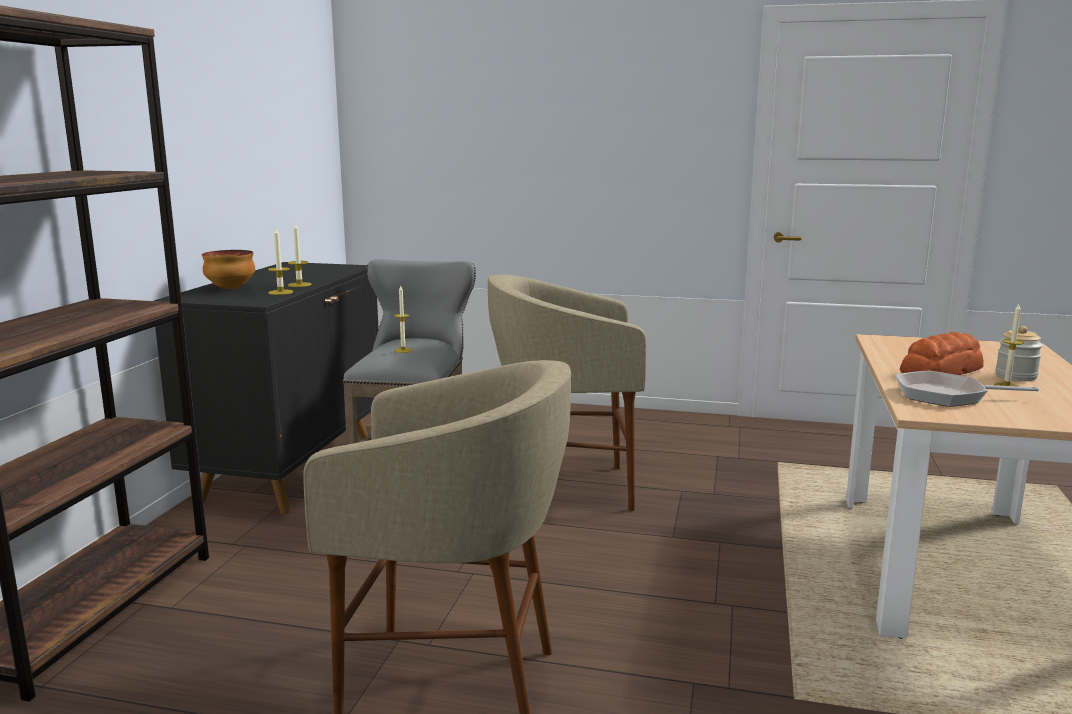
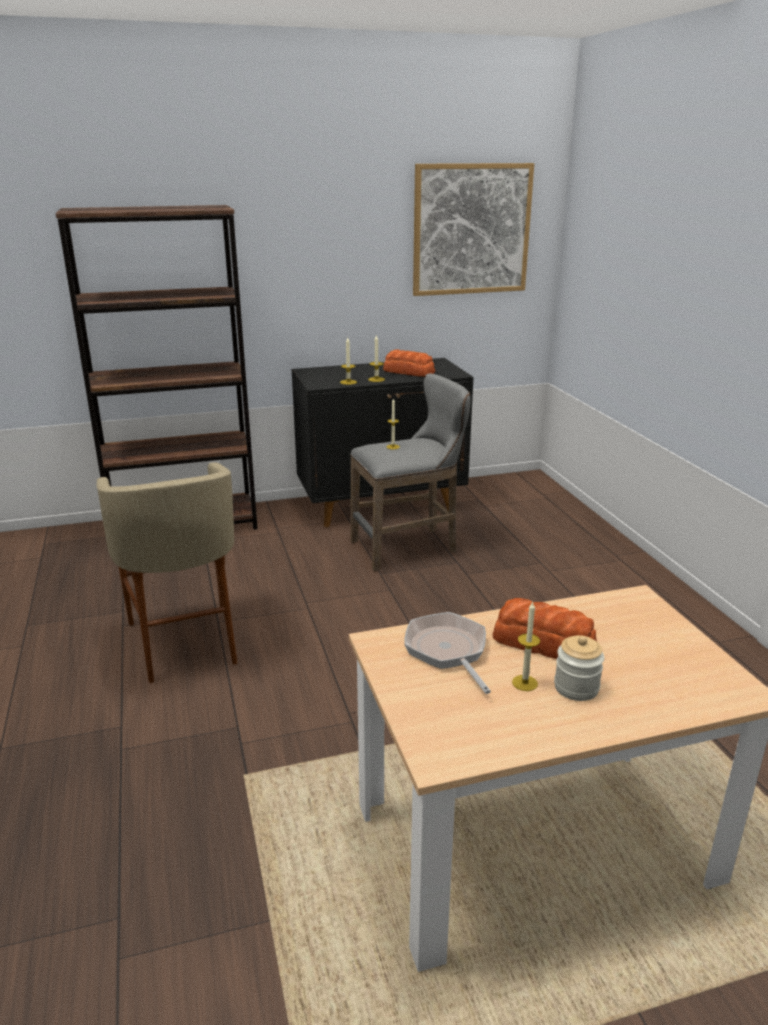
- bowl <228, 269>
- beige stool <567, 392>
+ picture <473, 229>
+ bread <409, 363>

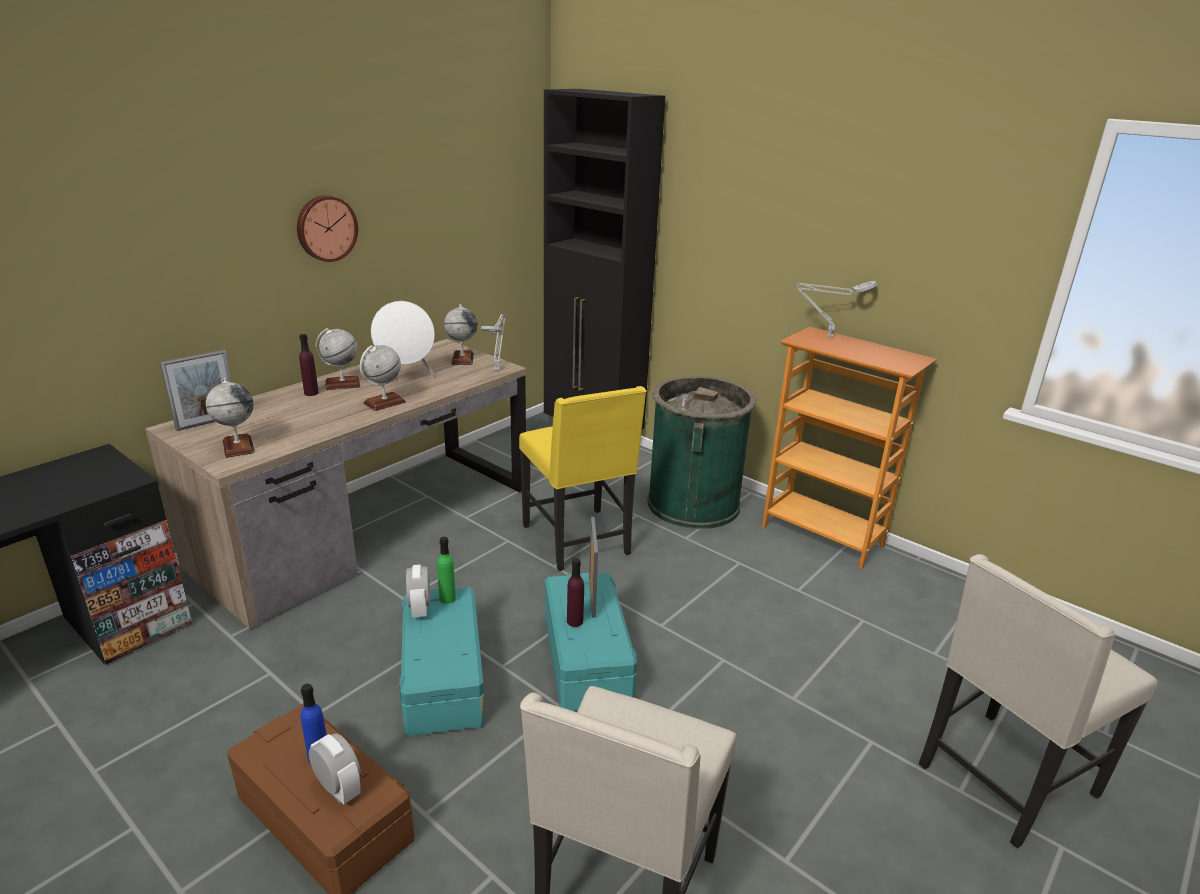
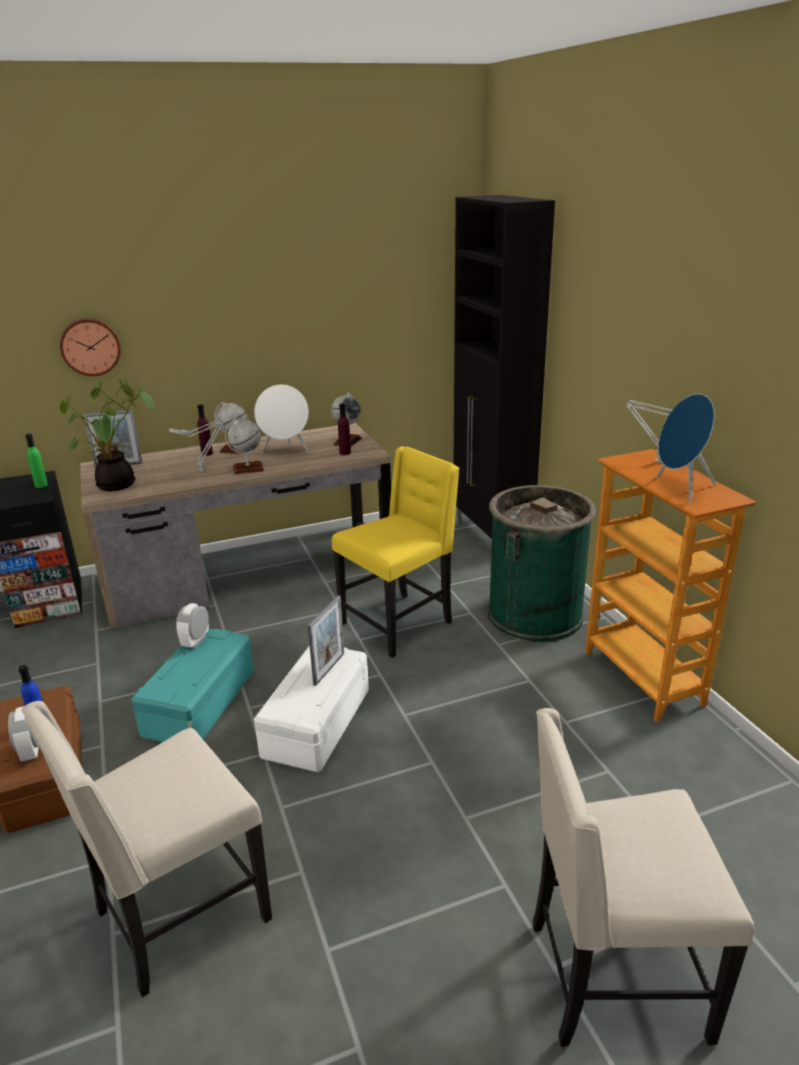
~ wall clock <327, 228> to <90, 347>
~ grey table lamp <493, 342> to <196, 445>
~ globe <230, 418> to potted plant <107, 435>
~ yellow chair <583, 478> = <396, 552> 135 degrees counterclockwise
~ green bottle <446, 570> to <36, 461>
~ purple bottle <575, 592> to <344, 429>
~ turquoise storage box <591, 642> to white storage box <311, 708>
+ blue speaker <686, 448>

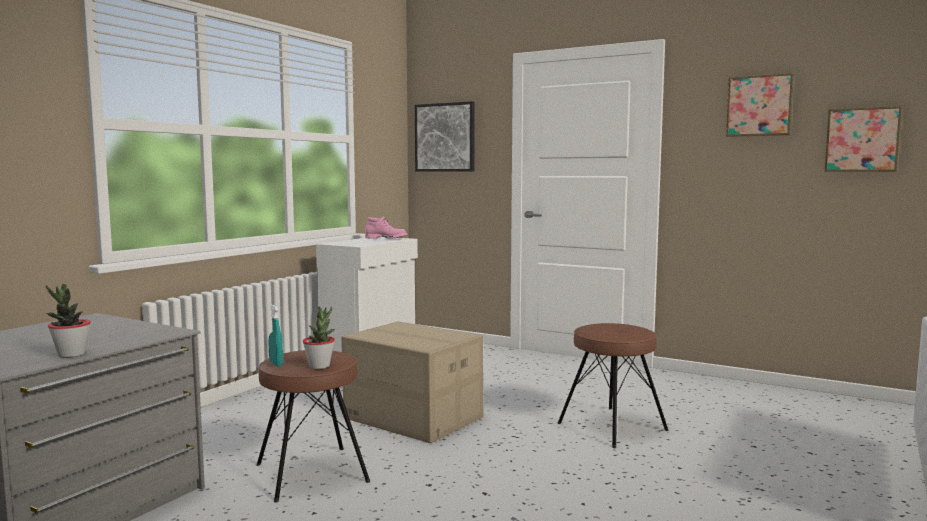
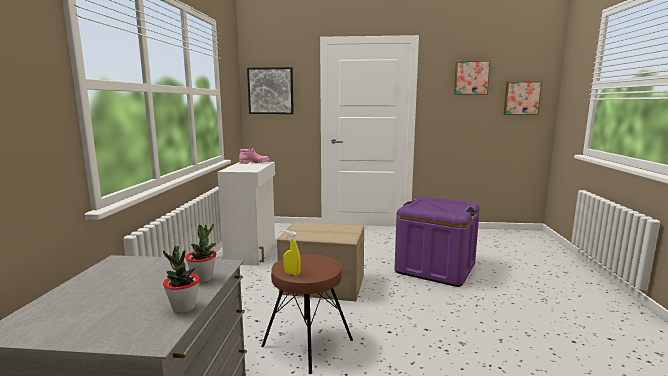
~ turquoise spray bottle <275, 335> to yellow spray bottle <292, 253>
~ potted plant <319, 338> to <200, 253>
~ brown stool <613, 385> to purple storage box <437, 241>

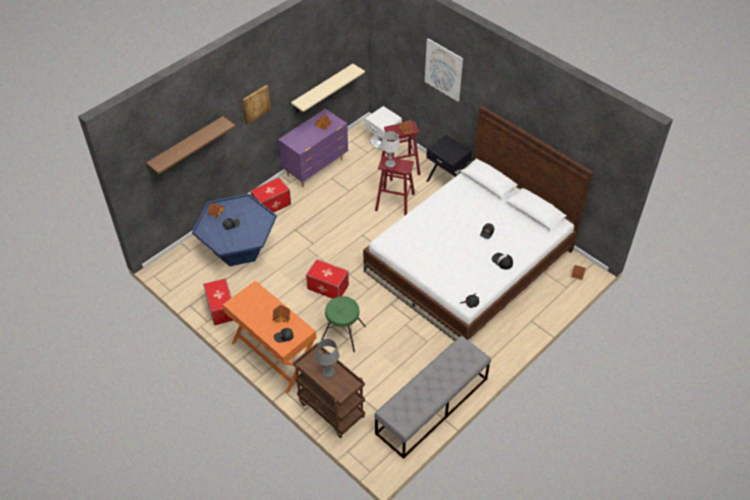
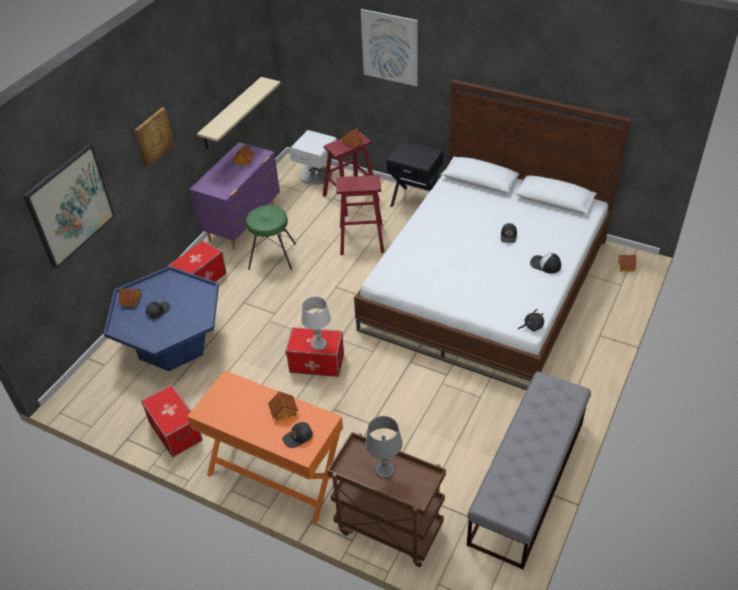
~ brown shelf <190, 145> to picture <69, 206>
~ grey table lamp <390, 149> to <316, 323>
~ green stool <343, 324> to <271, 237>

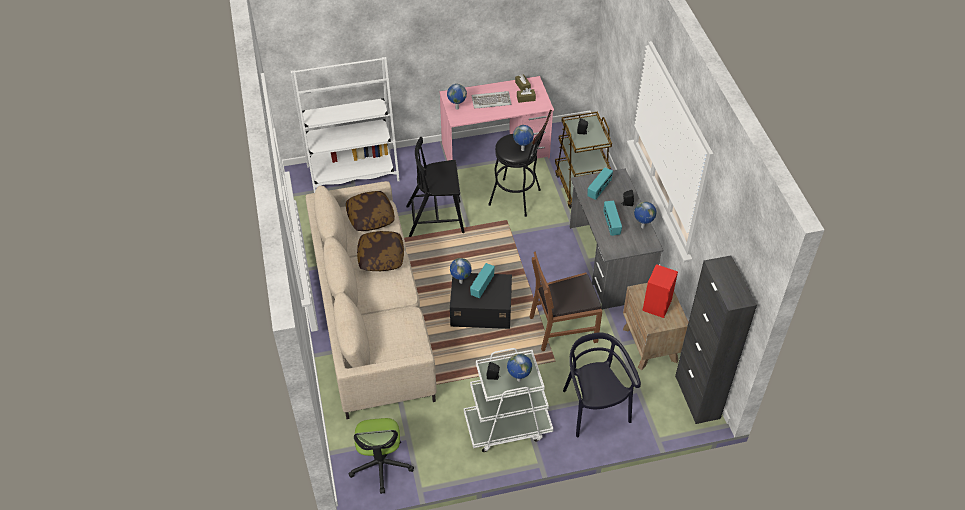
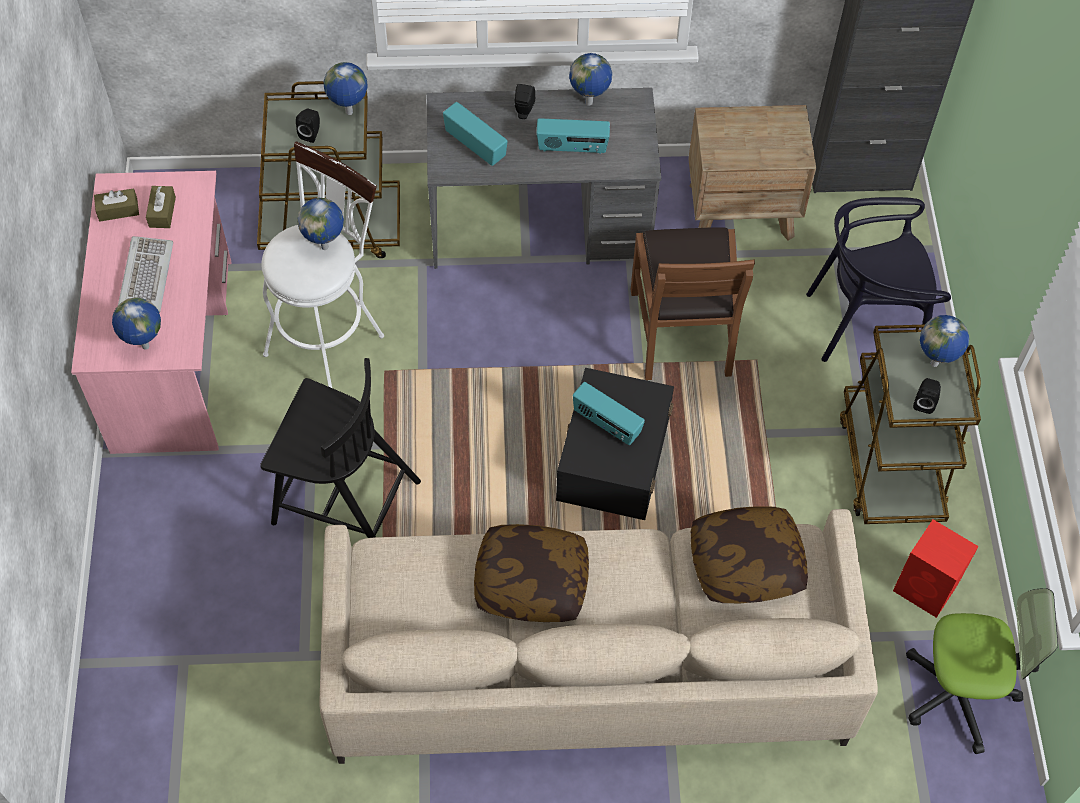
- white bookcase <345, 125>
~ black stool <520, 163> to white stool <322, 264>
~ black chair <435, 187> = <340, 448> 75 degrees counterclockwise
~ pillow <370, 211> to <749, 554>
~ globe <461, 271> to <345, 88>
~ red speaker <660, 291> to <936, 568>
~ white cart <508, 400> to brown cart <910, 424>

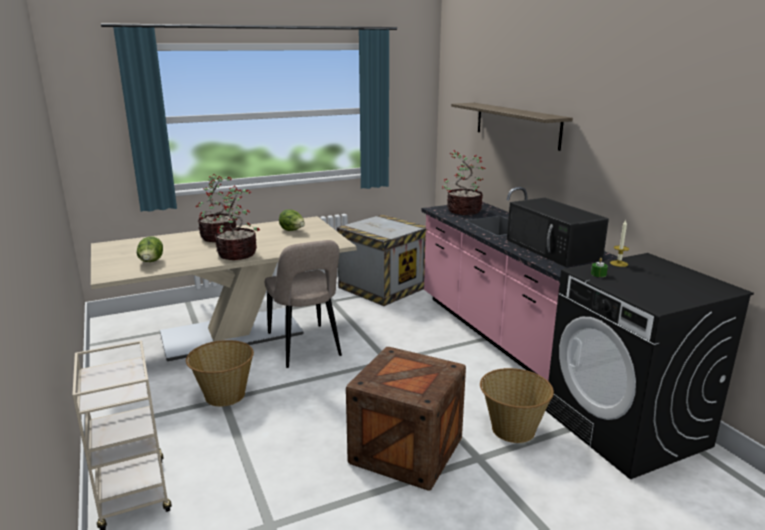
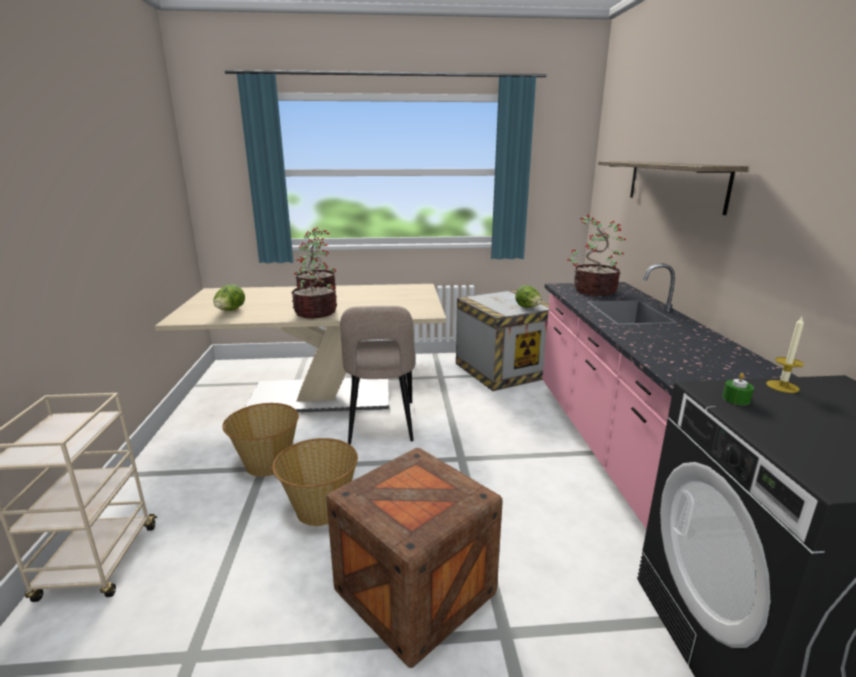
- black microwave <558, 232>
~ lettuce <292, 220> to <528, 296>
~ basket <517, 405> to <315, 482>

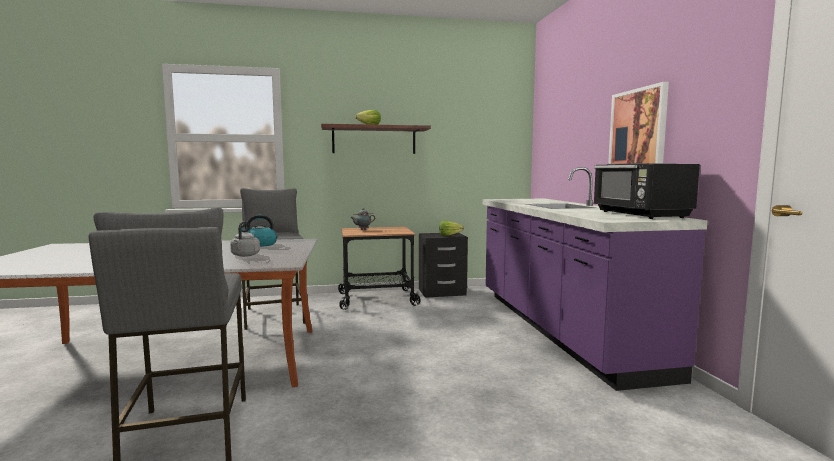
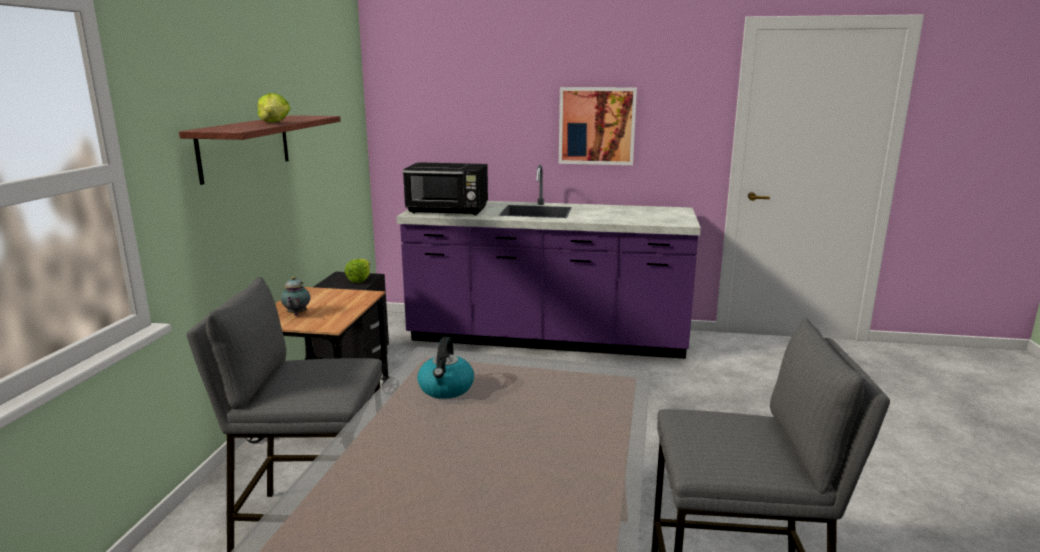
~ black microwave <646, 191> to <445, 189>
- grey kettle <245, 239>

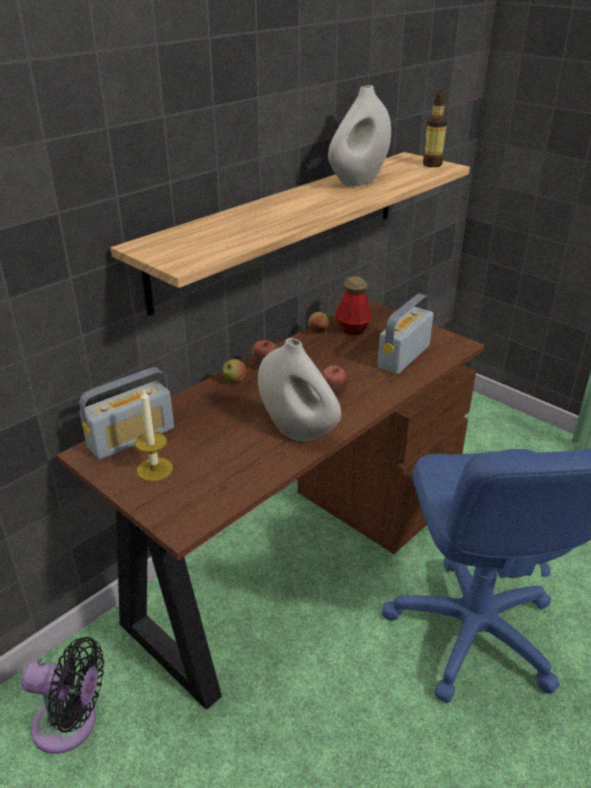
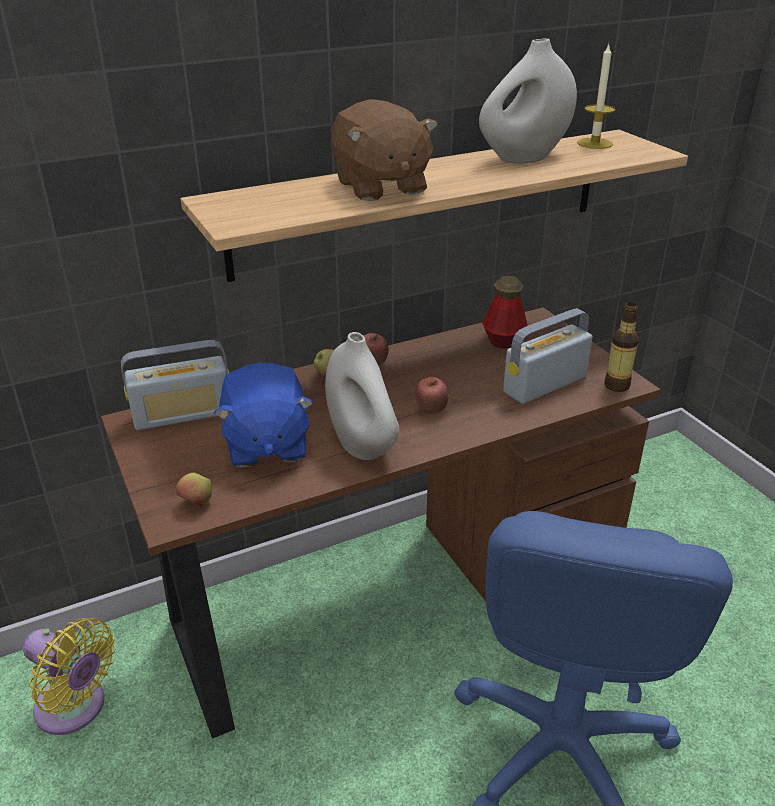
~ bottle <435, 129> to <621, 347>
~ apple <318, 322> to <194, 490>
~ candle <154, 434> to <596, 97>
~ black fan <62, 695> to yellow fan <69, 676>
+ brown plush toy <385, 150>
+ blue plush toy <263, 415>

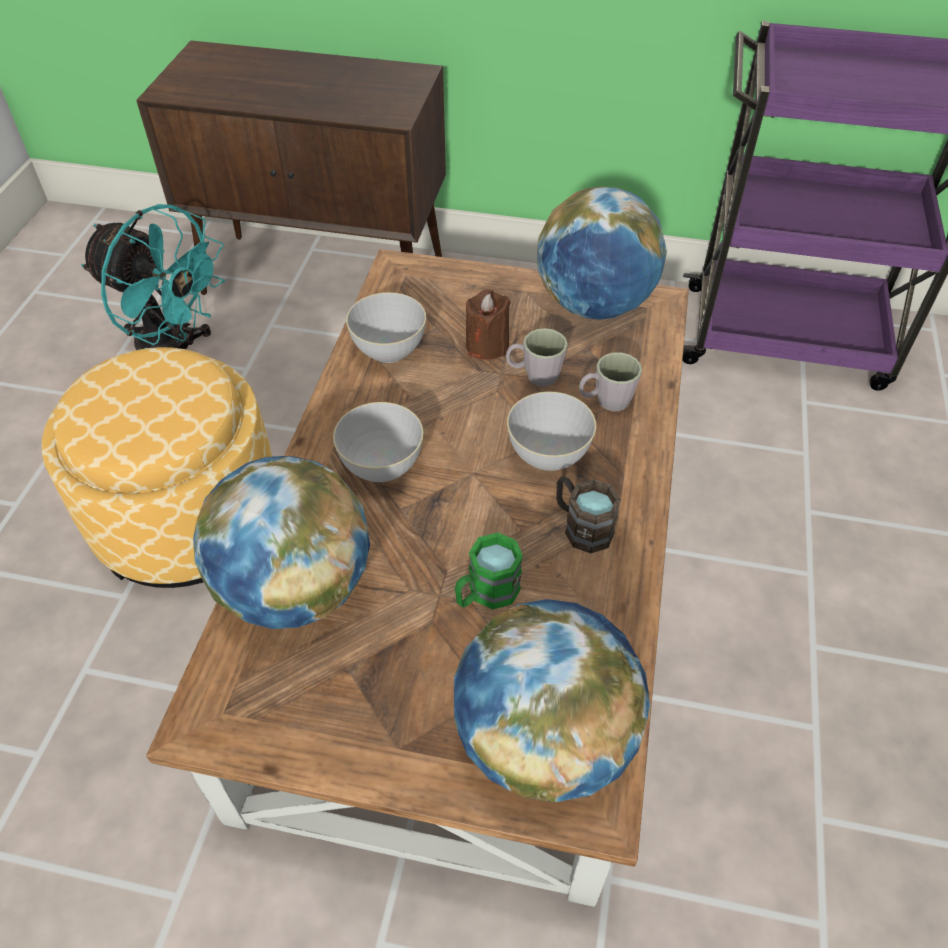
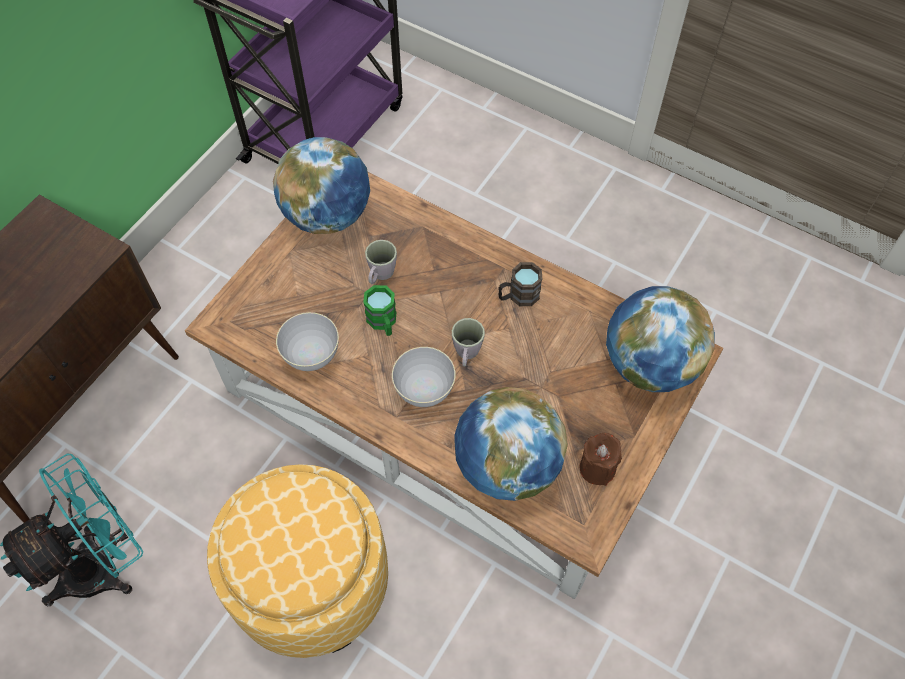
~ brown candle <488, 325> to <601, 459>
~ grey mug <610, 381> to <468, 342>
- grey bowl <551, 431>
~ green mug <489, 570> to <379, 310>

